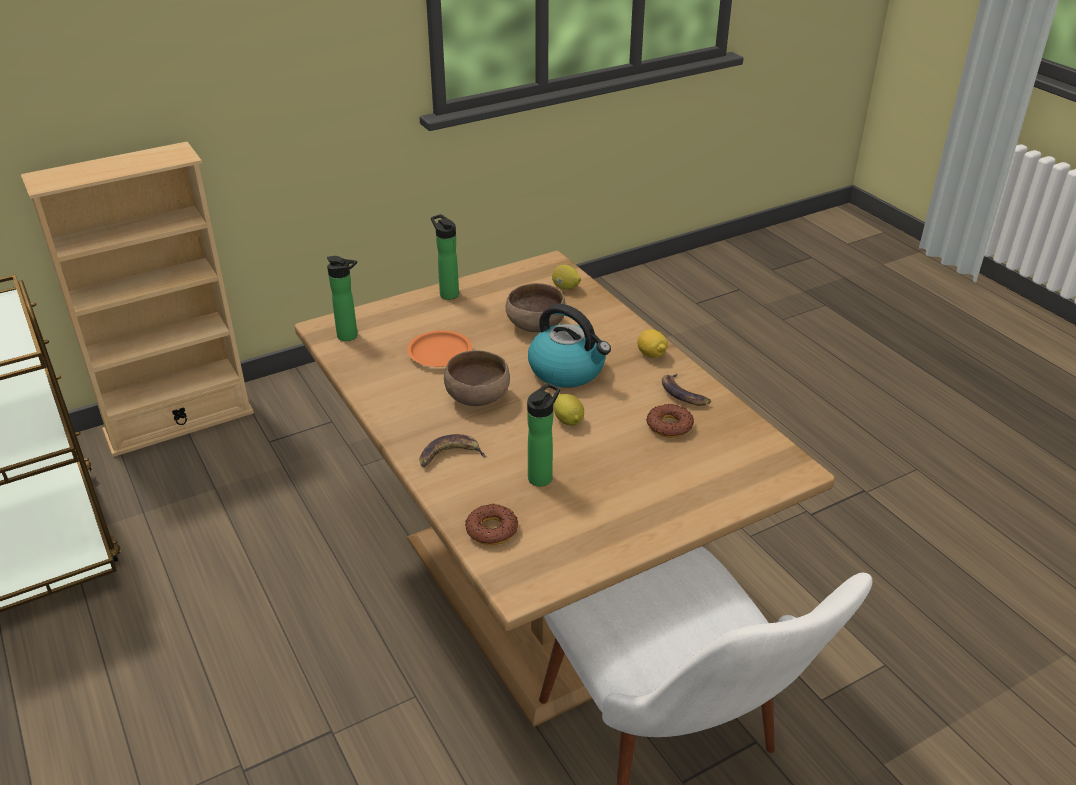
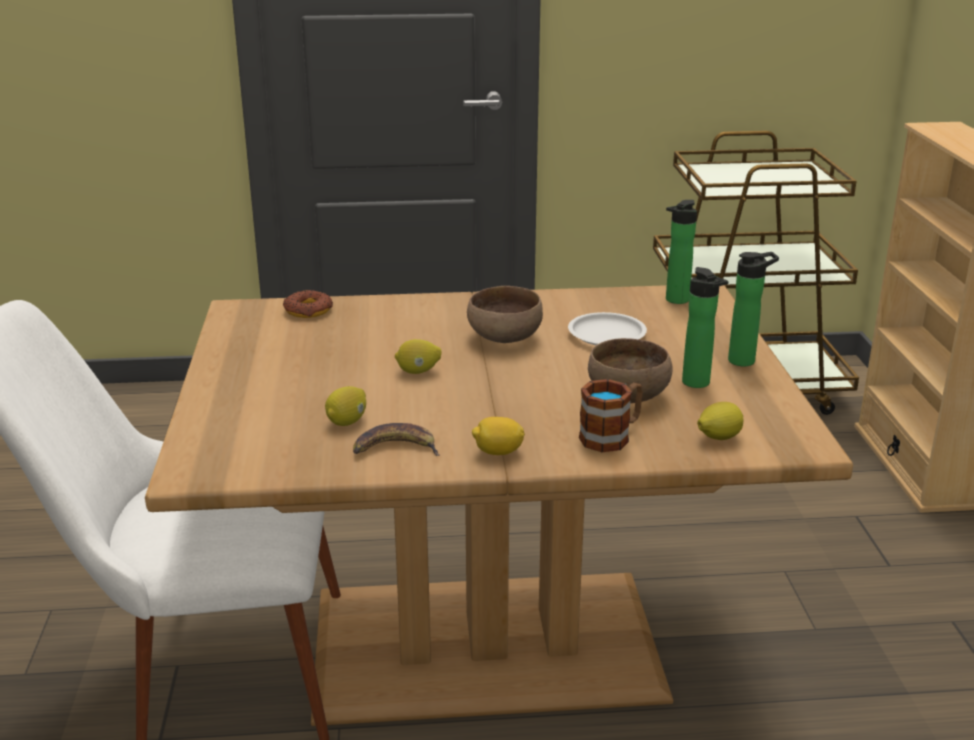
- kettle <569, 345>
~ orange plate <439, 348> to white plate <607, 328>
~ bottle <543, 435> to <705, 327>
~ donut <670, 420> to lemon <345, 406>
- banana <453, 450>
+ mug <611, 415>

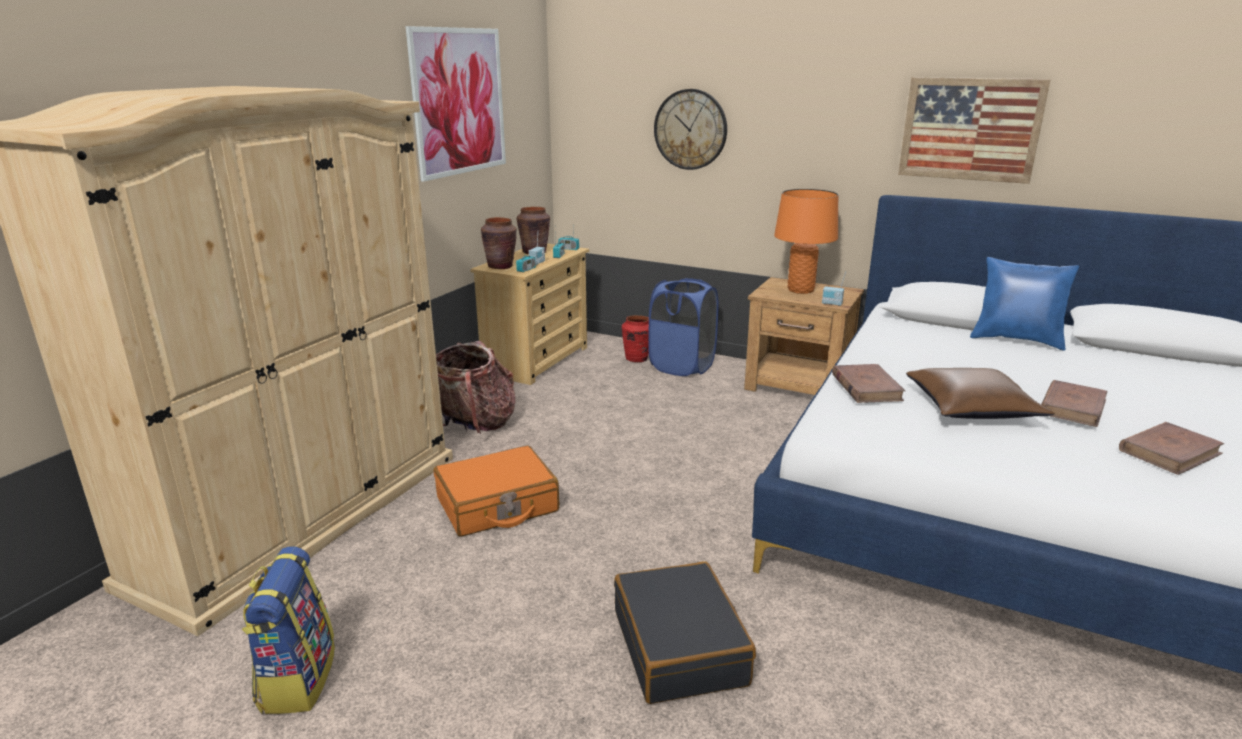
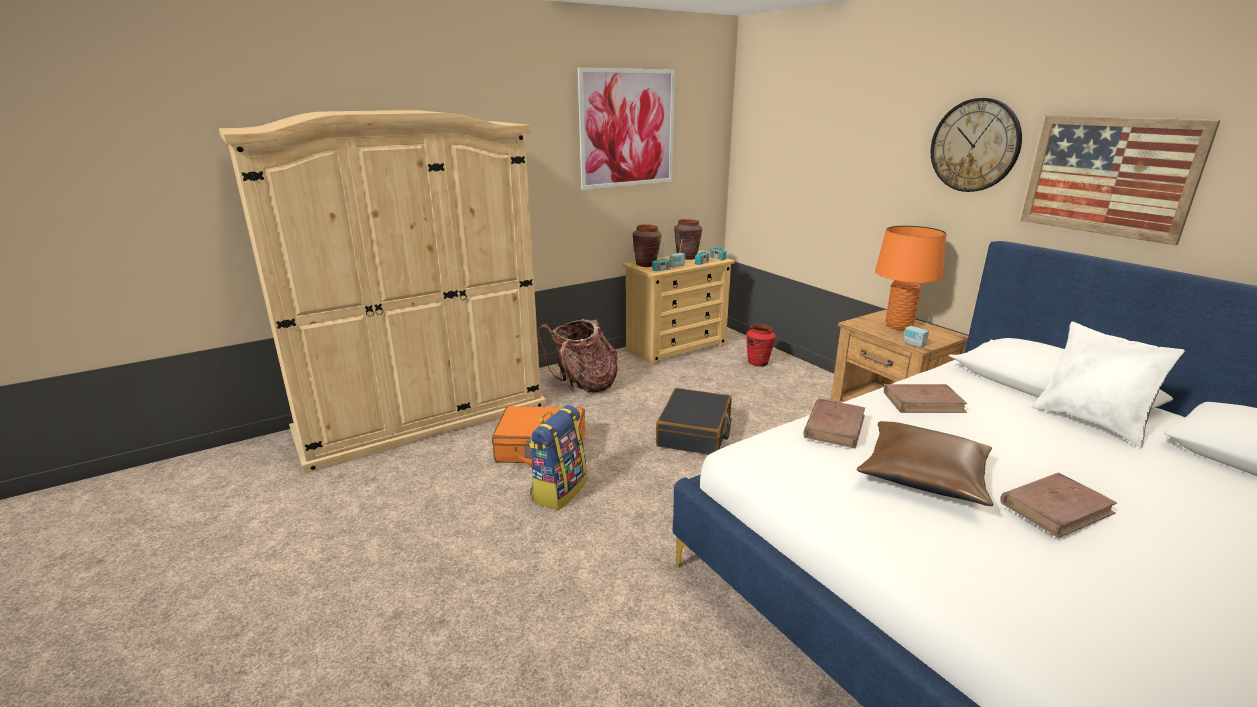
~ wall clock <690, 129> to <976, 145>
~ blue pillow <1024, 304> to white pillow <1108, 385>
- blue laundry basket <683, 327>
~ brown book <1171, 448> to <925, 398>
~ backpack <288, 630> to <558, 457>
~ black suitcase <685, 632> to <693, 421>

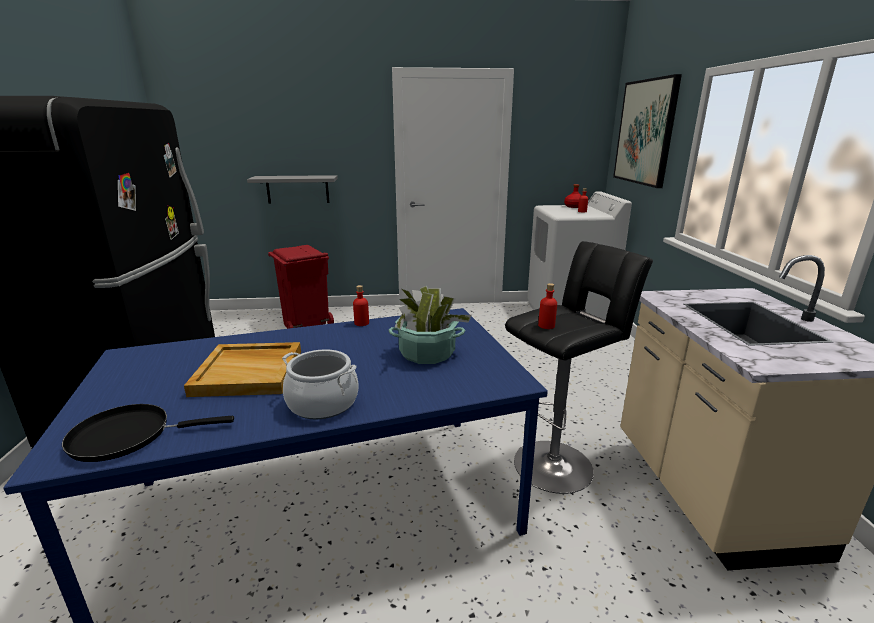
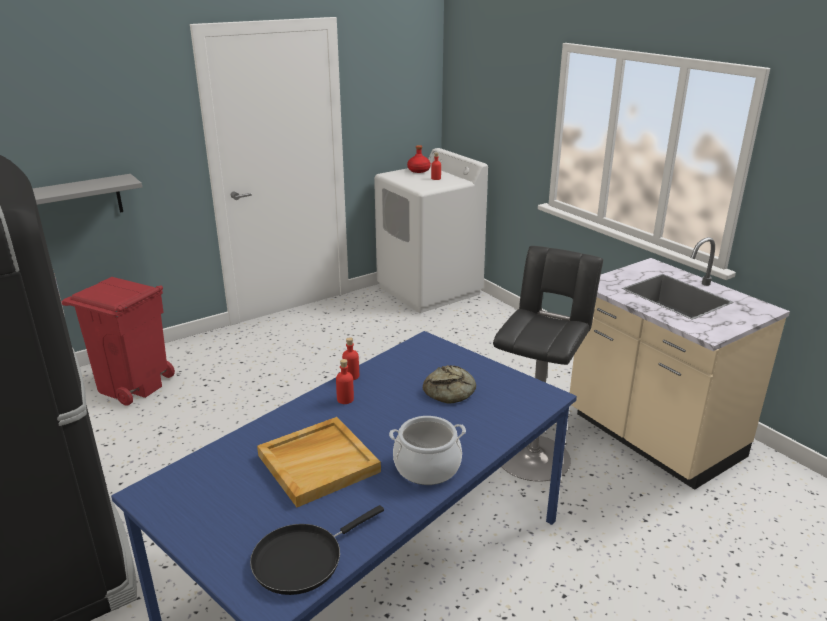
- picture <647, 131>
~ red bottle <547, 306> to <345, 381>
~ potted plant <430, 325> to bread <449, 384>

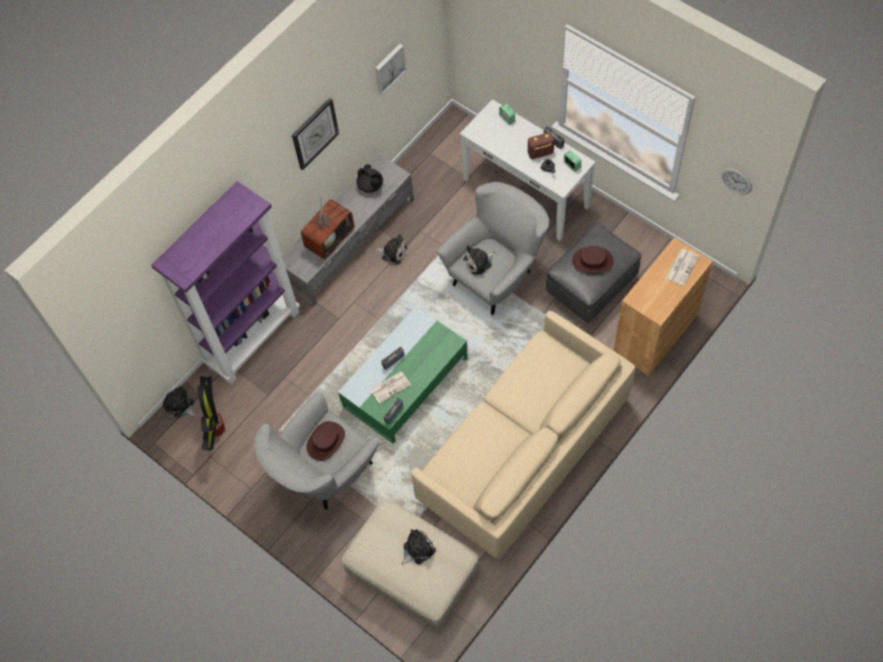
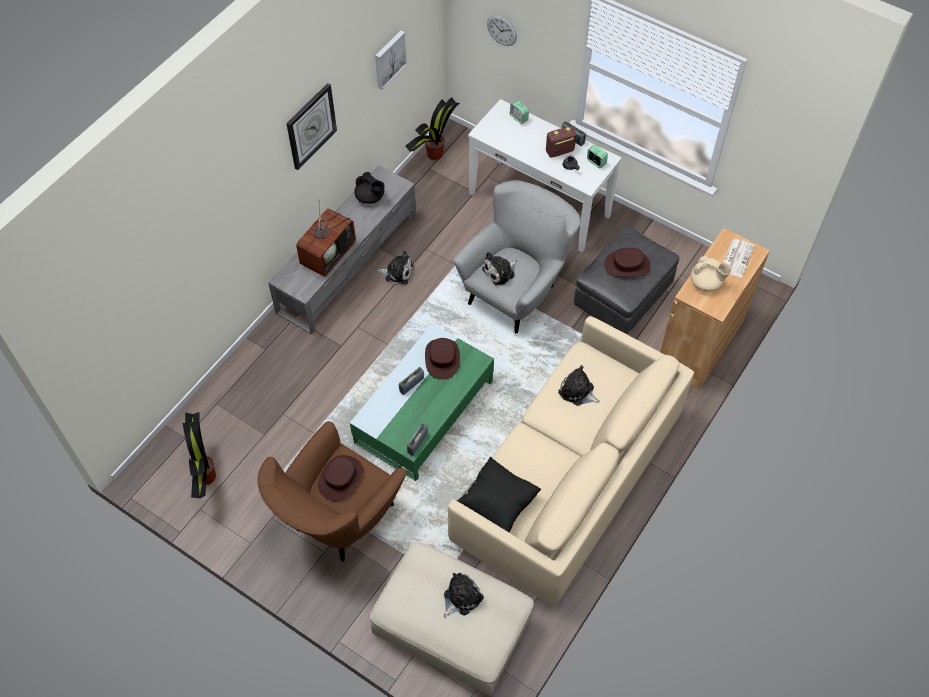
~ wall clock <737, 181> to <502, 30>
- purple bookcase <225, 282>
- newspaper <390, 387>
~ plush toy <179, 402> to <579, 385>
~ grey armchair <317, 451> to brown armchair <332, 491>
+ potted plant <432, 128>
+ beige teapot <711, 273>
+ brown hat <442, 359>
+ black pillow <499, 495>

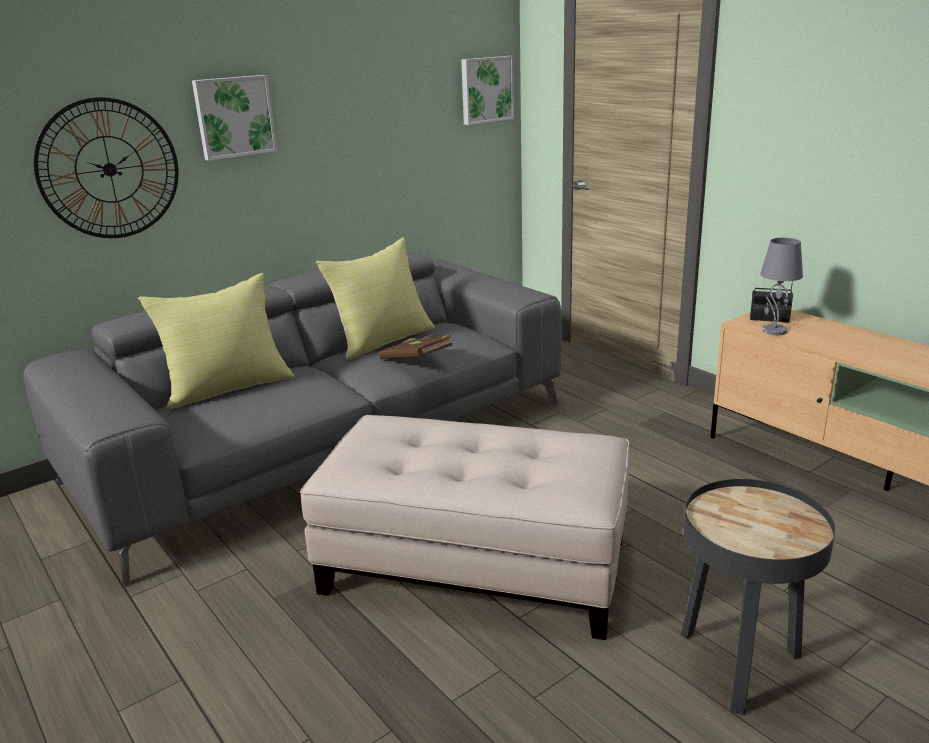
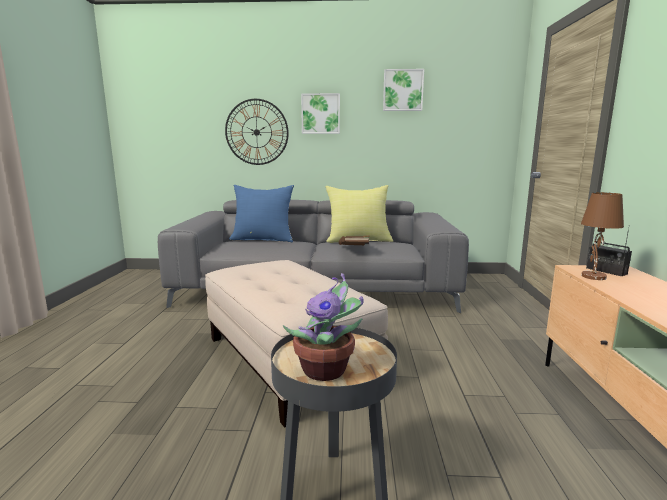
~ picture <487, 90> to <403, 90>
~ grey table lamp <781, 286> to brown table lamp <602, 236>
~ yellow pillow <216, 341> to blue pillow <261, 213>
+ potted plant <323, 327>

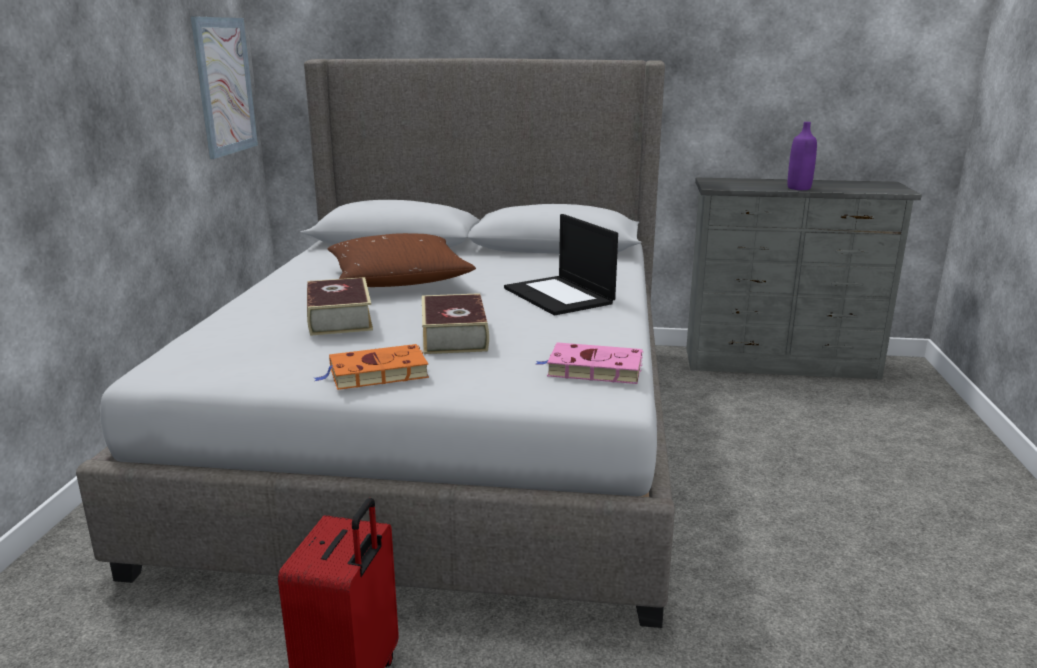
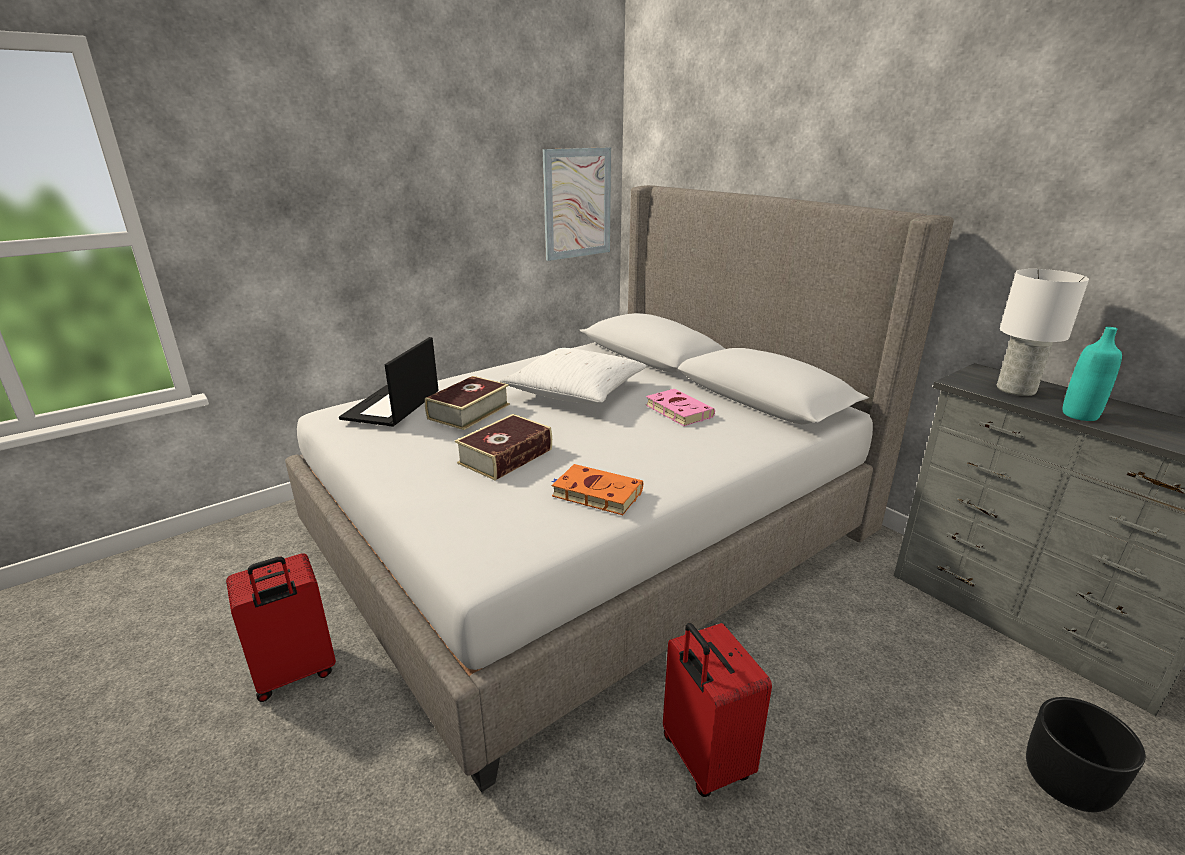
~ purple bottle <802, 156> to turquoise bottle <1092, 374>
~ laptop <561, 265> to <389, 382>
~ brown pillow <402, 260> to white pillow <573, 376>
~ pink book <589, 363> to <680, 407>
~ orange book <372, 367> to <597, 489>
+ white table lamp <1043, 332>
+ red suitcase <717, 710>
+ black planter <1086, 754>

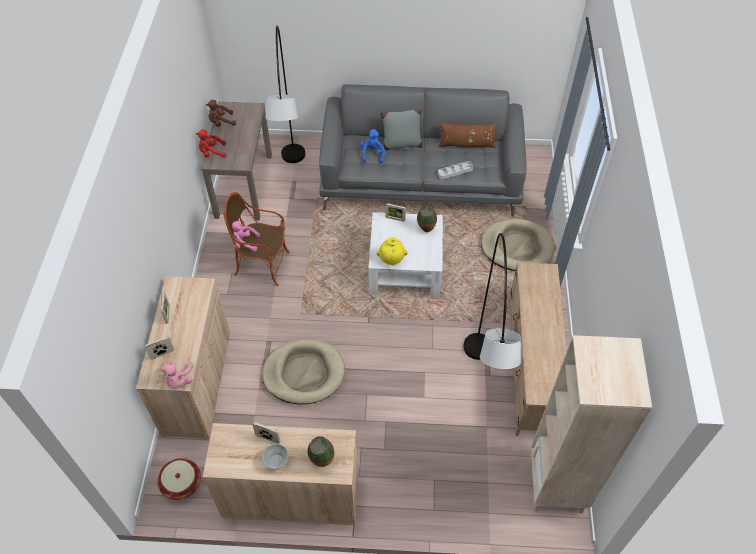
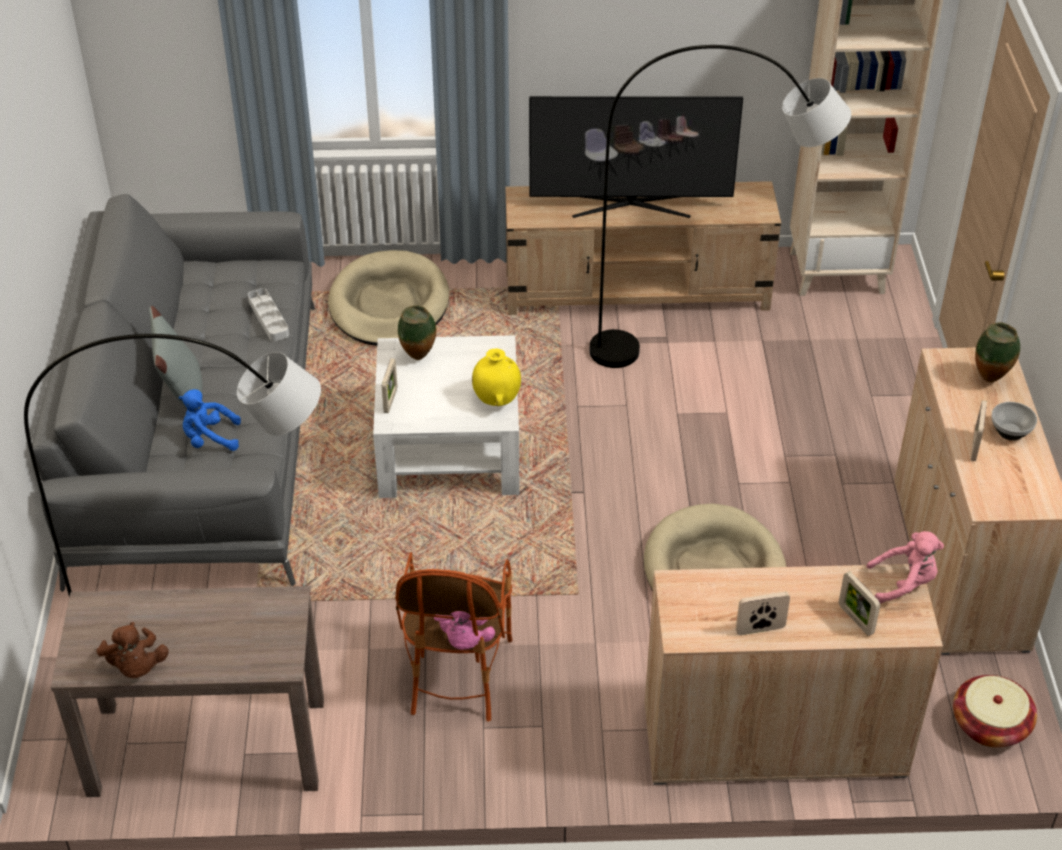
- brown pillow <468, 134>
- red plush toy <211, 143>
+ television <636, 157>

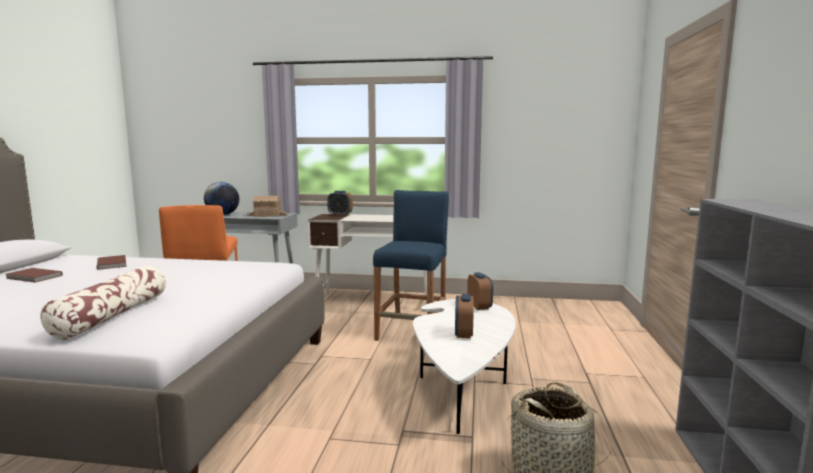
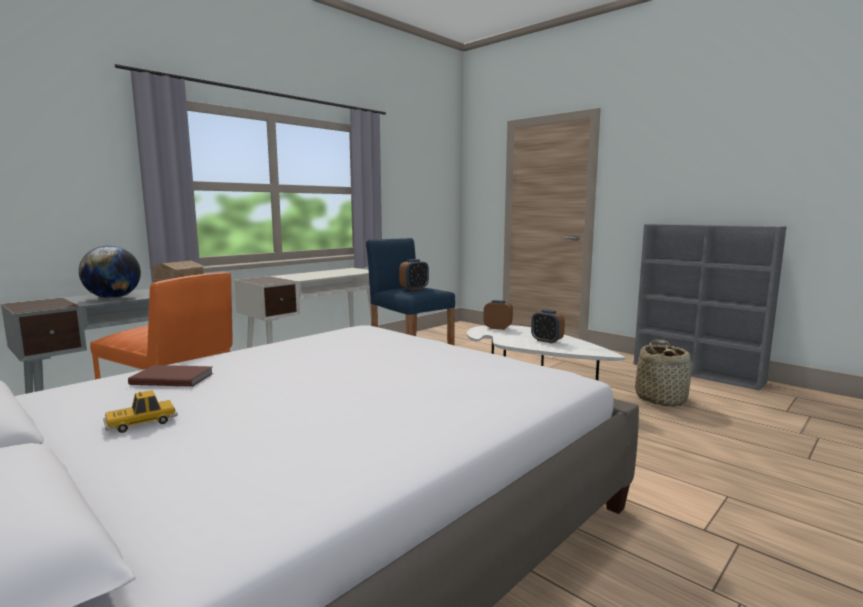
~ alarm clock <340, 203> to <414, 274>
- pillow <103, 303>
~ brown book <34, 275> to toy car <140, 411>

